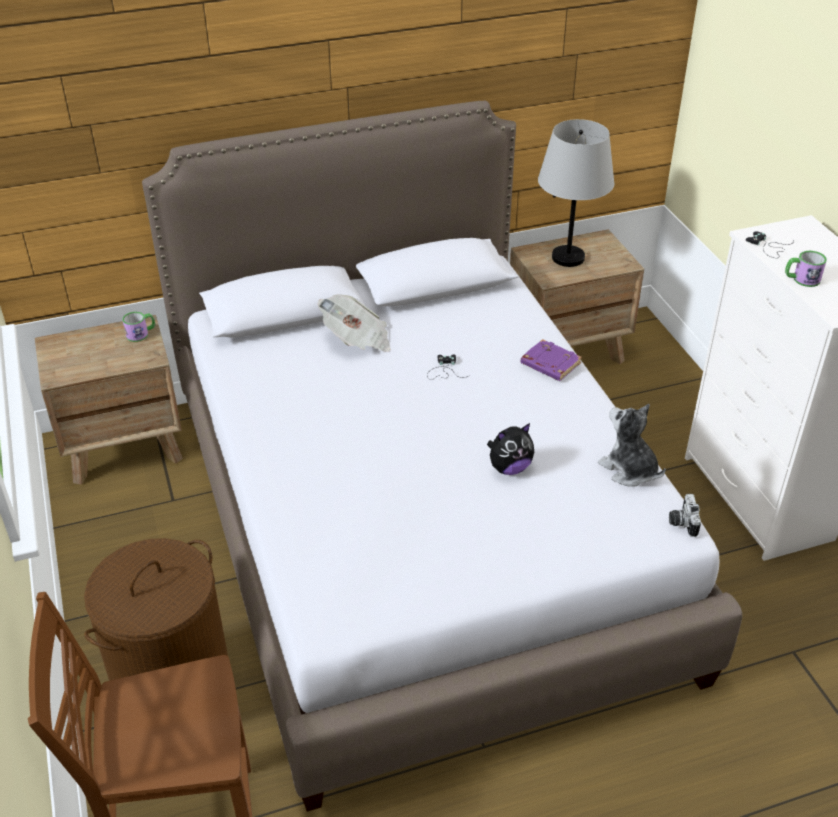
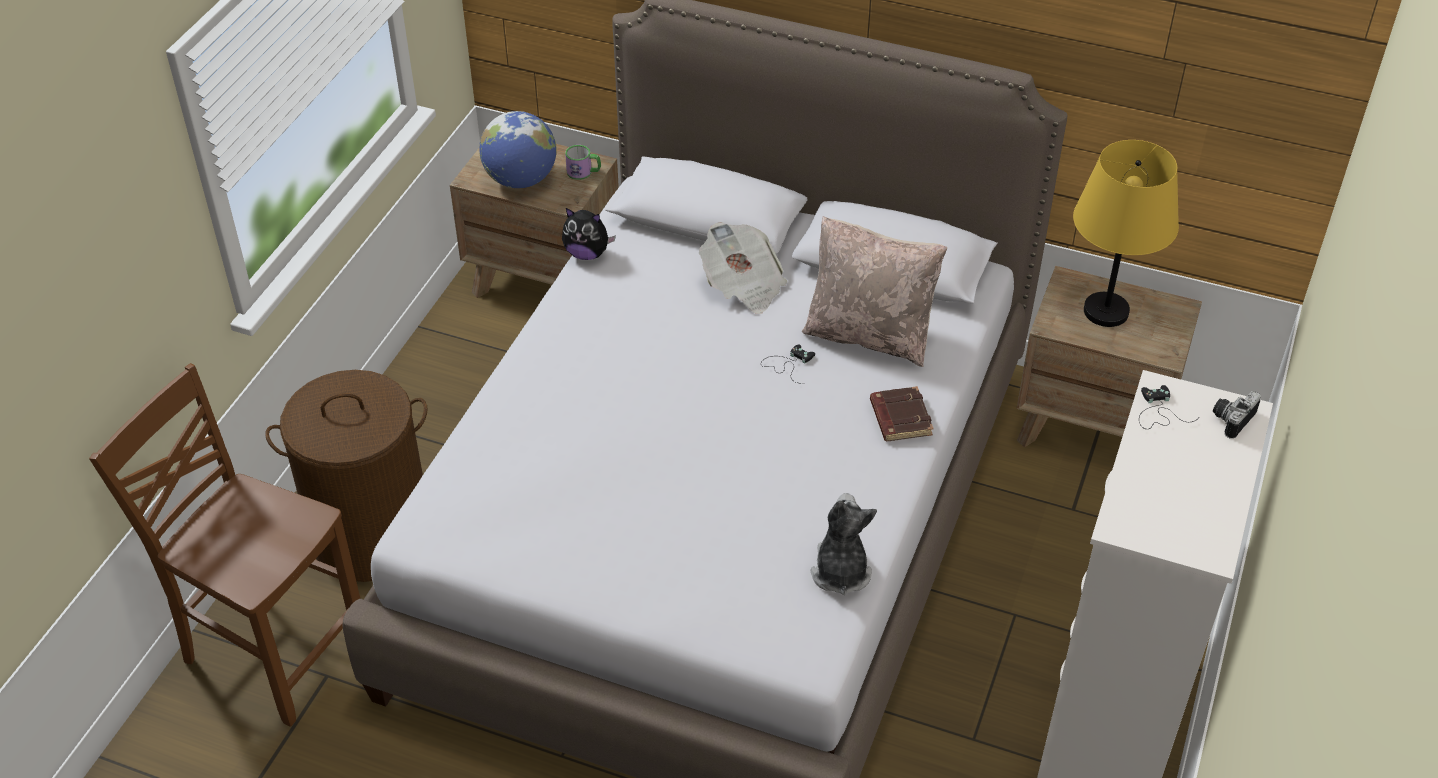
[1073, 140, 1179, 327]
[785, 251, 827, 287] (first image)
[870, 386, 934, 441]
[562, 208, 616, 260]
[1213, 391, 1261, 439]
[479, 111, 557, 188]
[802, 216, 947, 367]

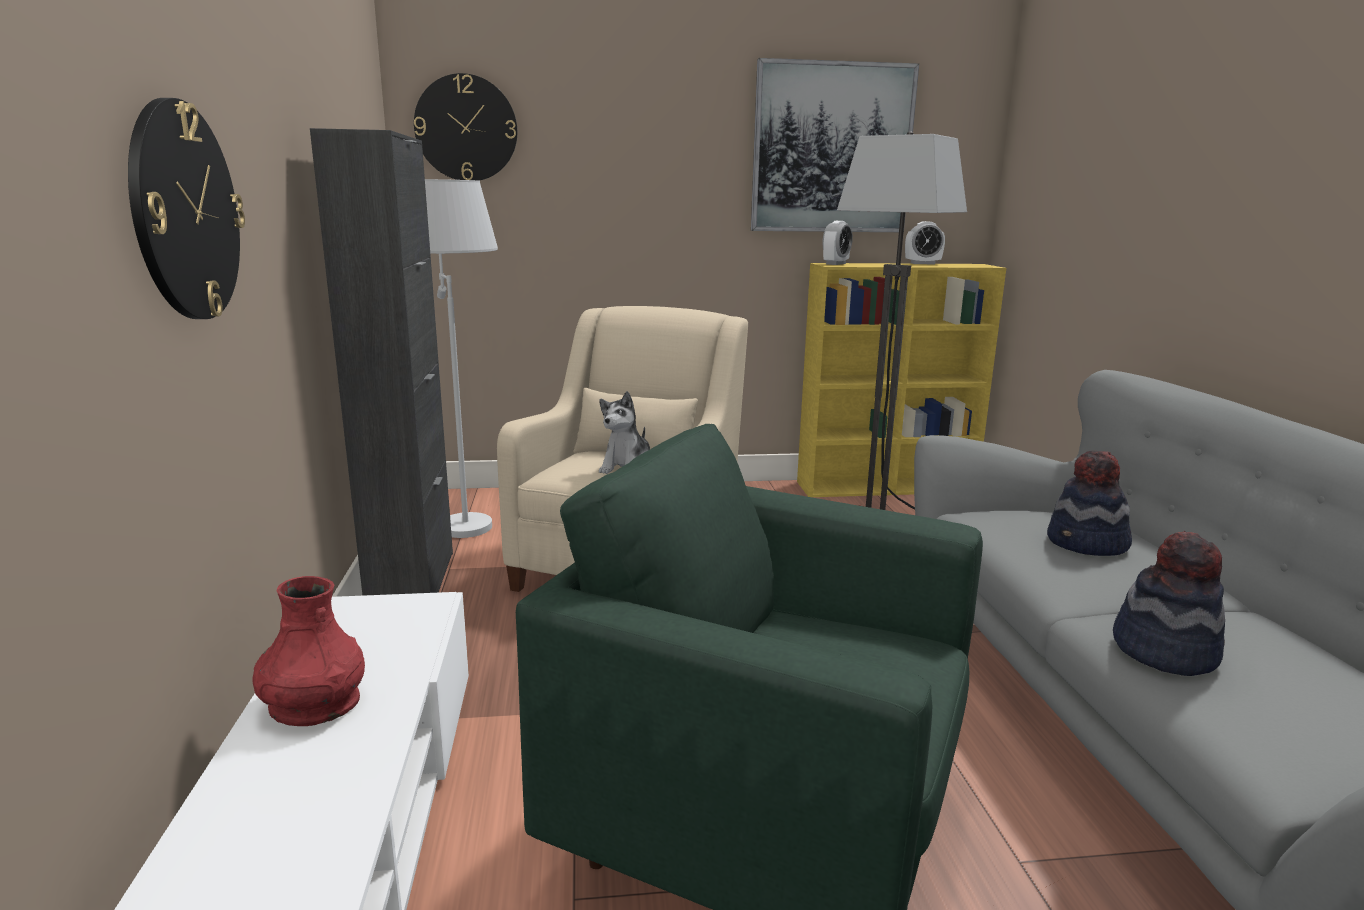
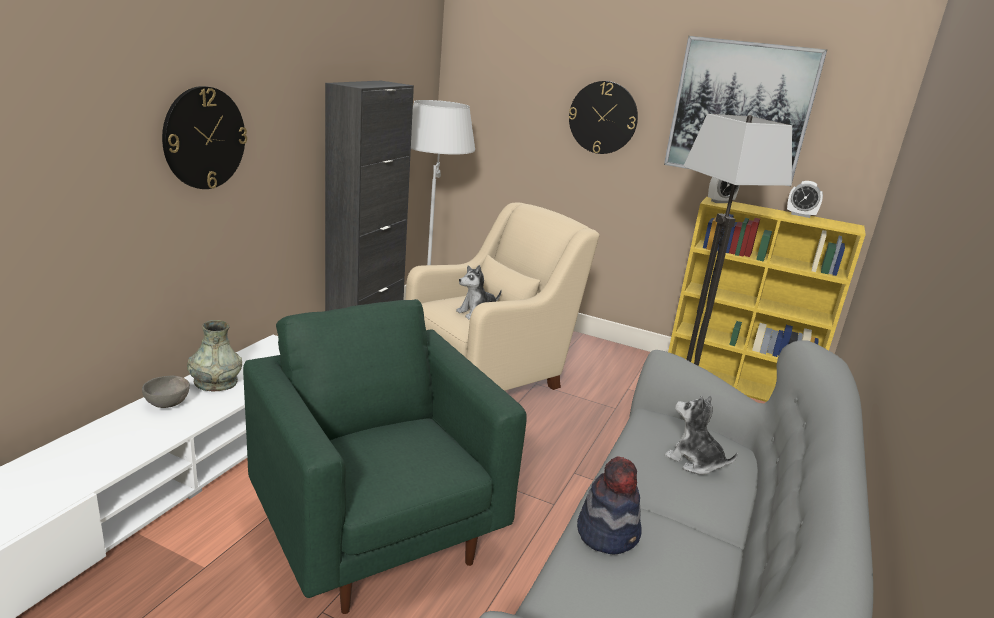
[569, 81, 638, 154]
[665, 396, 738, 475]
[187, 320, 242, 391]
[142, 376, 190, 408]

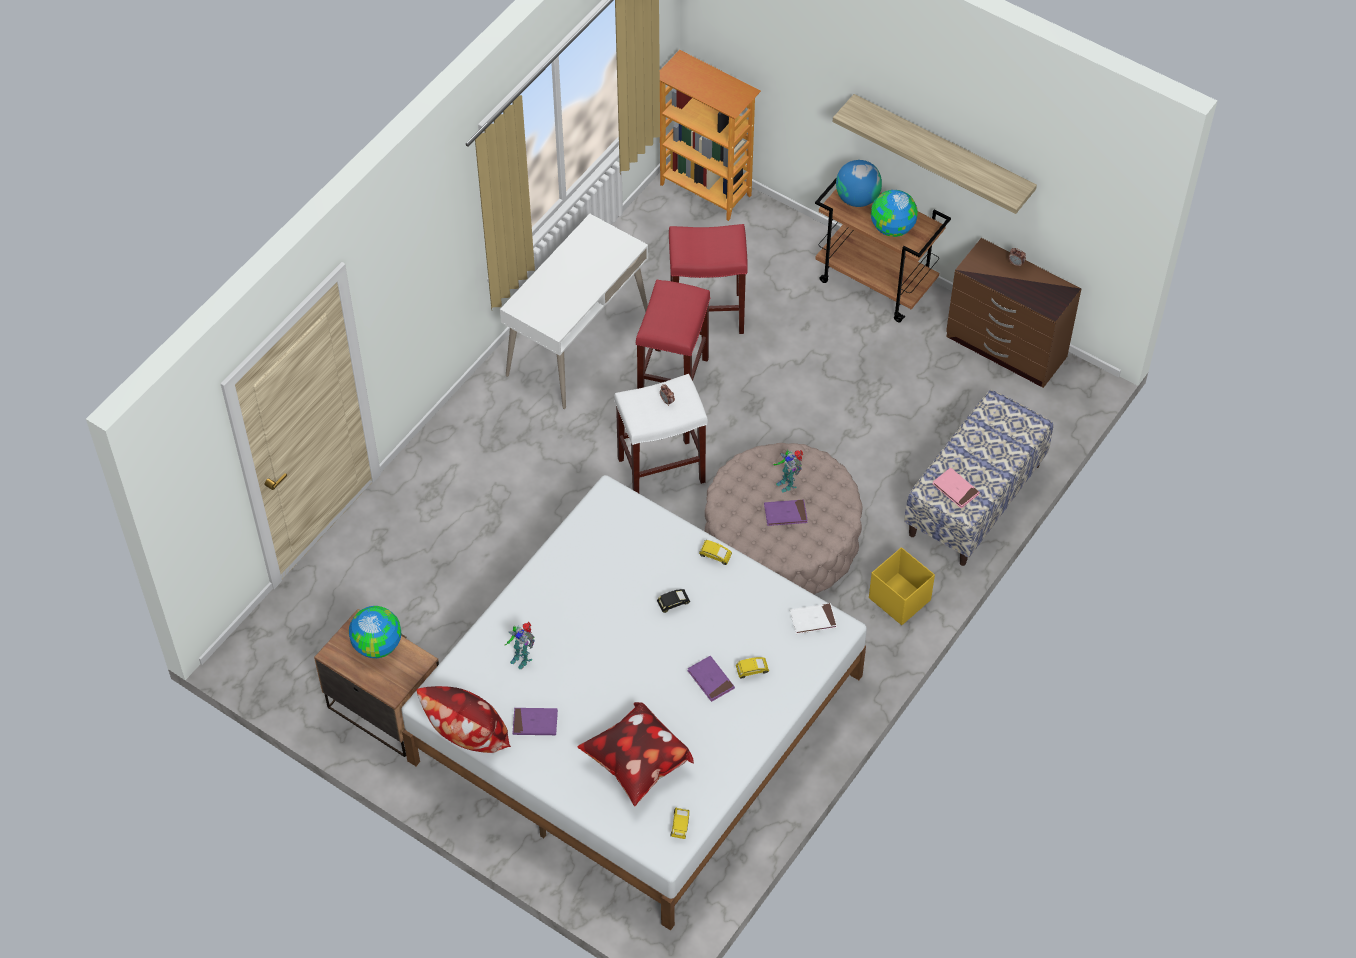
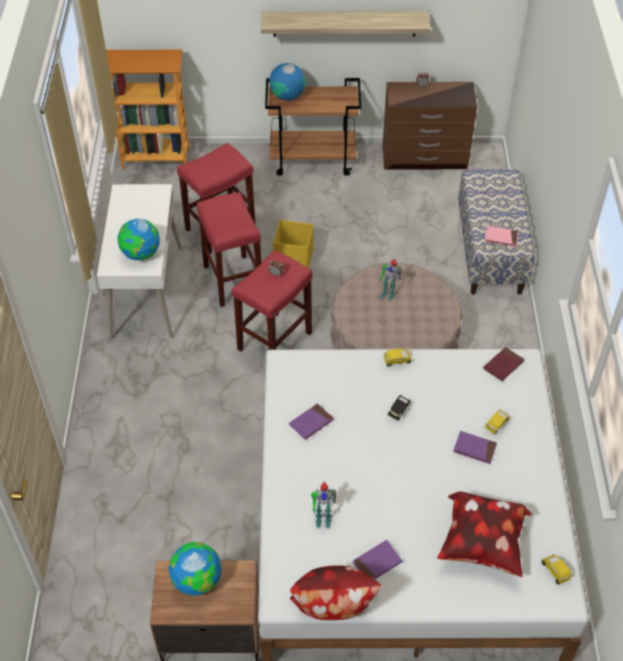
[117, 219, 160, 260]
[232, 250, 313, 351]
[289, 403, 334, 440]
[273, 220, 314, 268]
[483, 347, 524, 381]

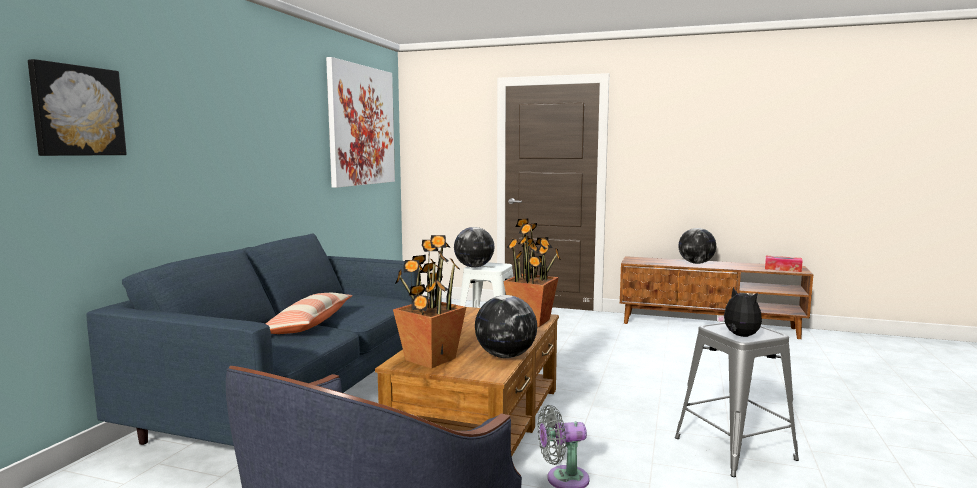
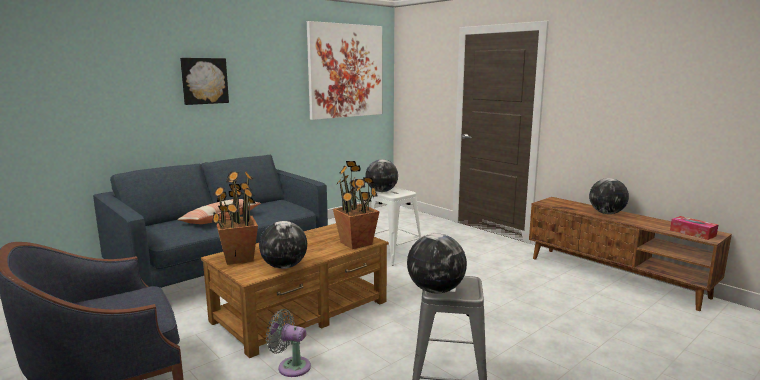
[180, 58, 229, 105]
[407, 233, 467, 294]

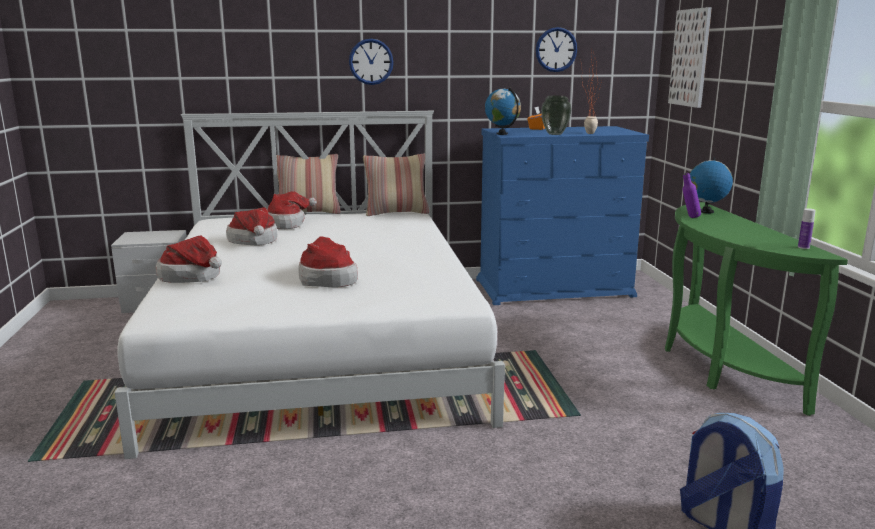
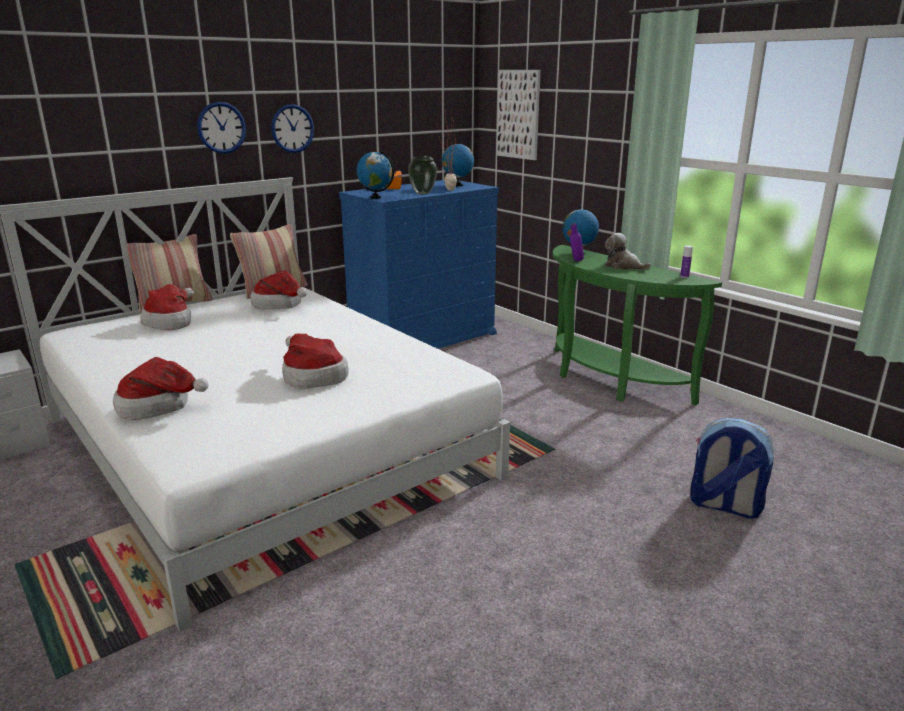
[271, 104, 314, 153]
[250, 271, 307, 310]
[442, 142, 474, 186]
[604, 233, 651, 270]

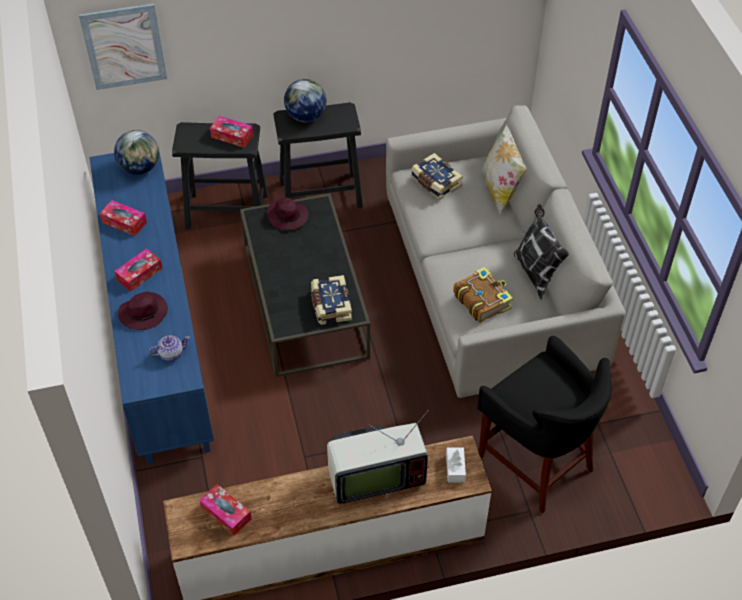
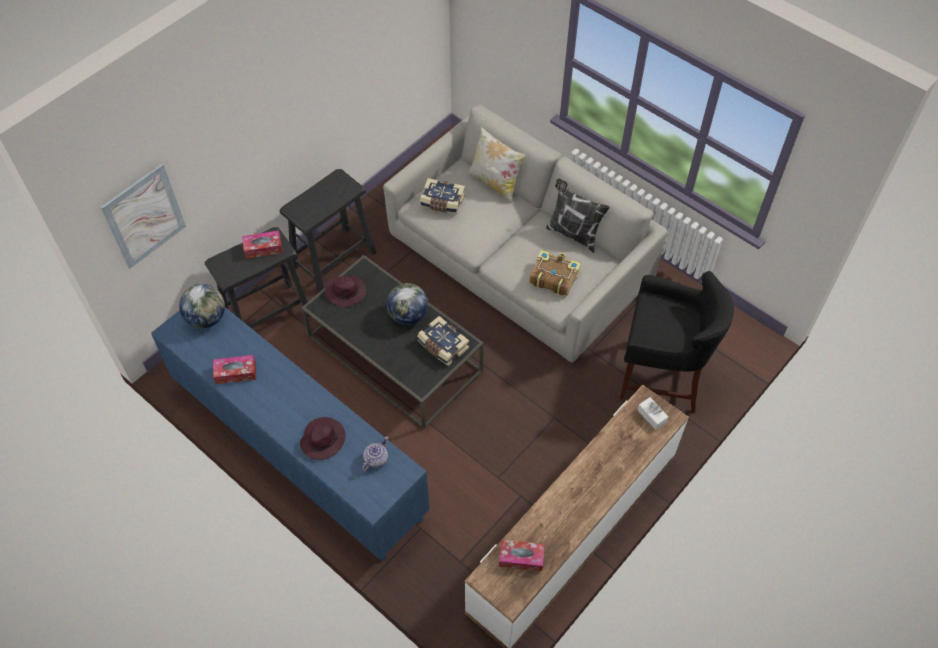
[387, 283, 428, 325]
[114, 248, 163, 292] (first image)
[327, 410, 429, 504] (first image)

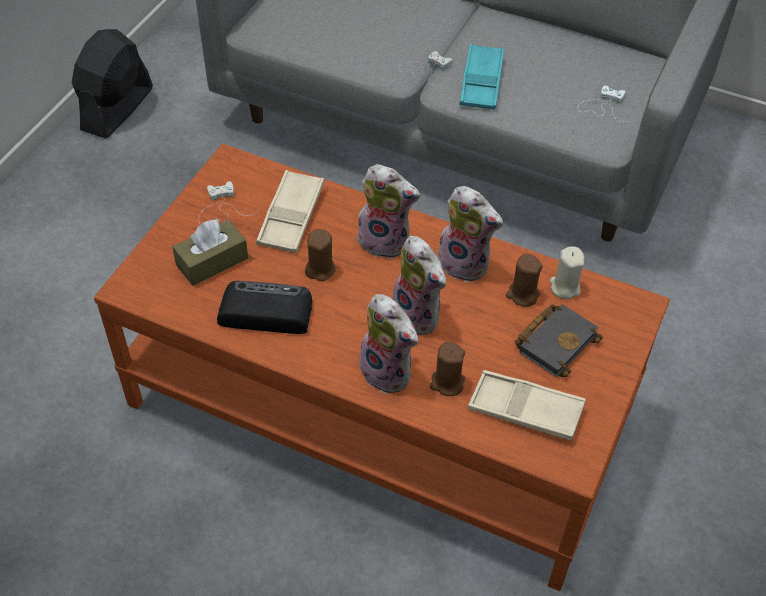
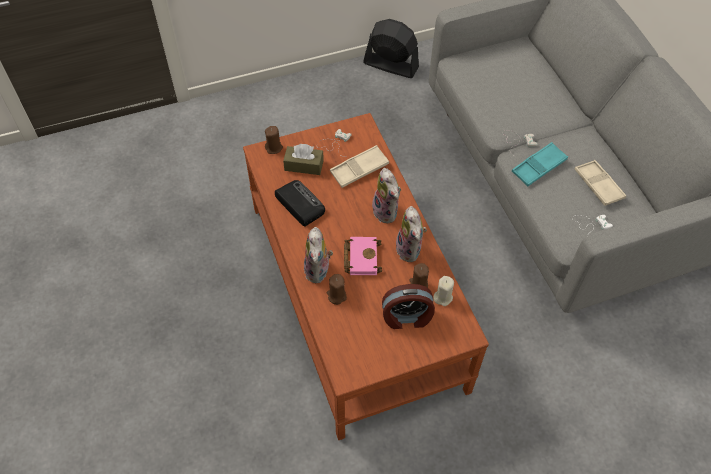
[363, 19, 419, 78]
[265, 126, 283, 154]
[344, 237, 382, 275]
[382, 284, 435, 329]
[575, 160, 626, 206]

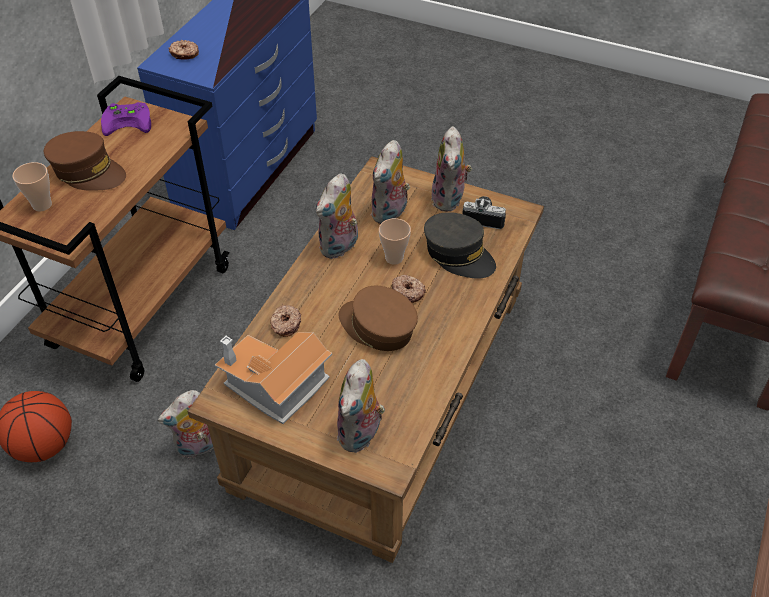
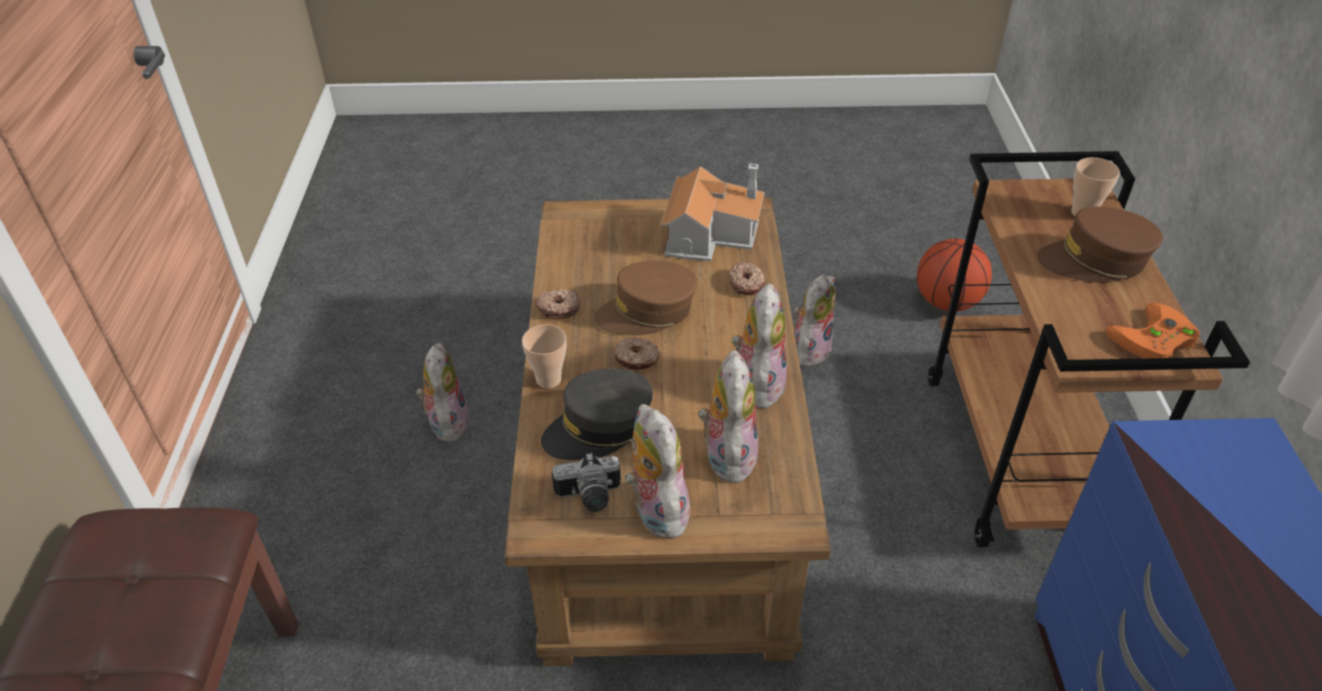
[536, 289, 580, 319]
[1106, 303, 1200, 358]
[541, 368, 653, 460]
[522, 324, 567, 388]
[594, 261, 697, 335]
[416, 343, 470, 442]

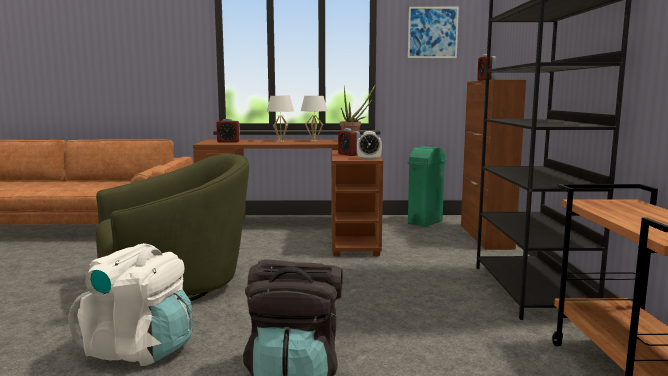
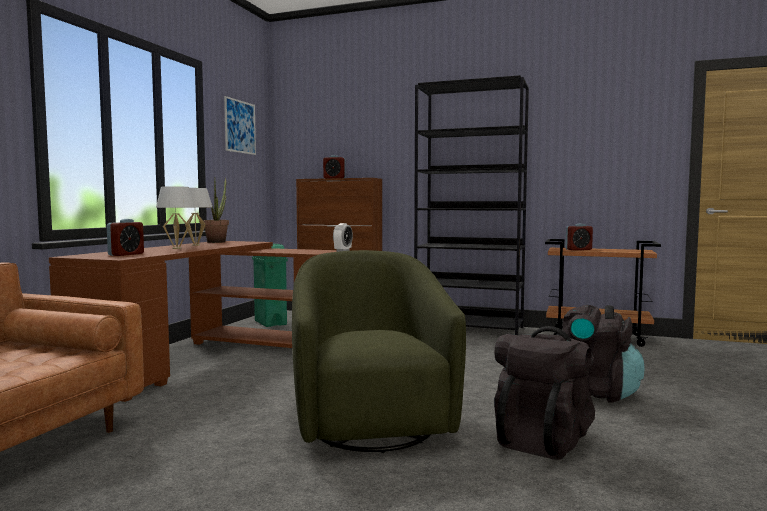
[565, 224, 593, 250]
[494, 326, 595, 460]

